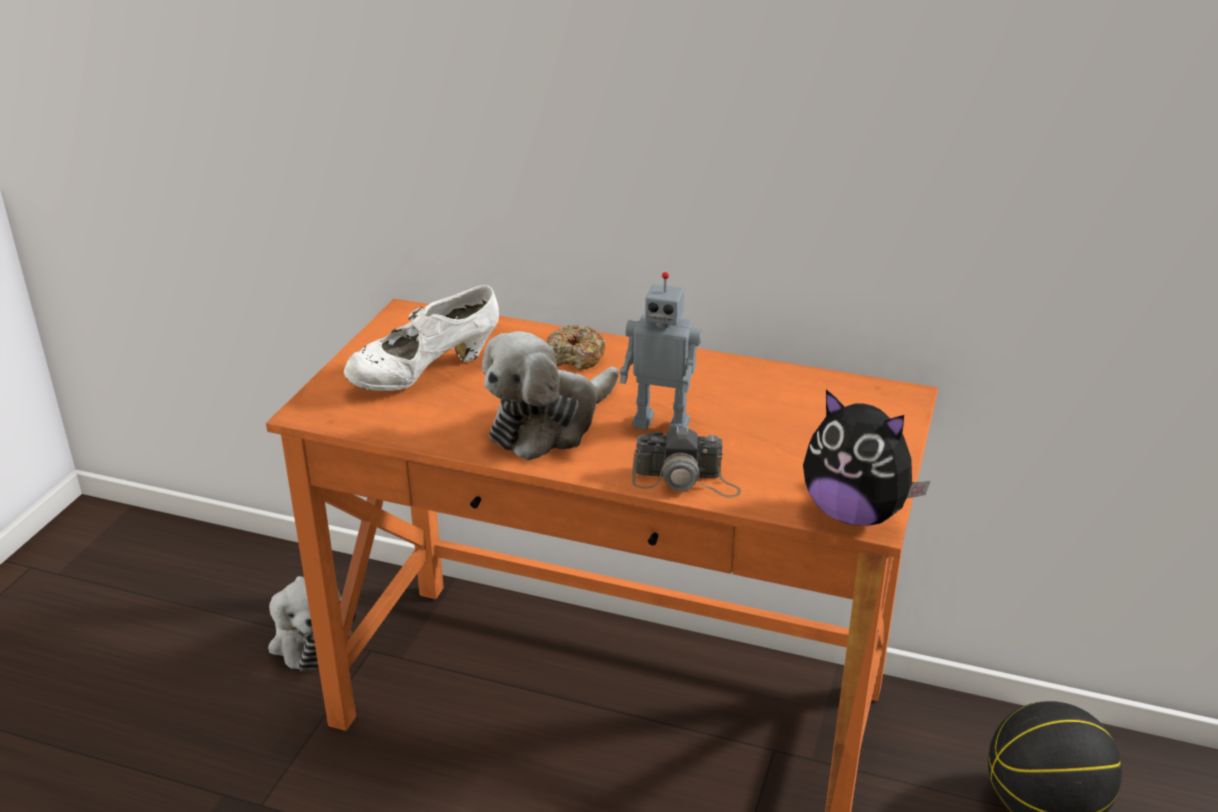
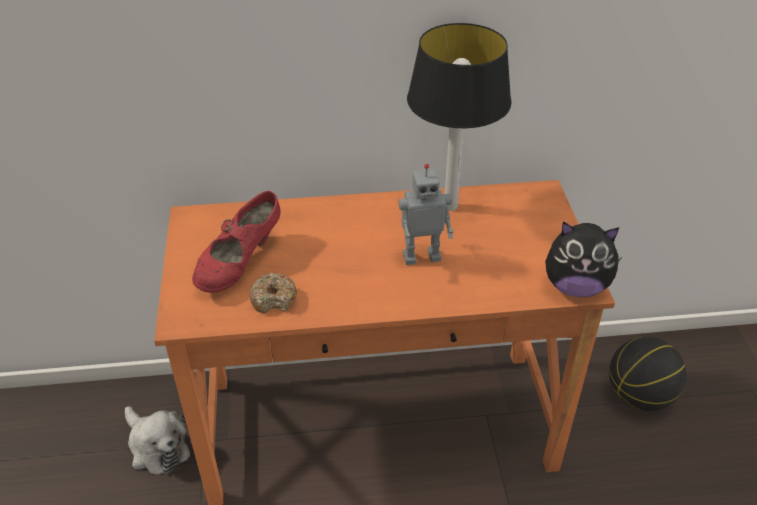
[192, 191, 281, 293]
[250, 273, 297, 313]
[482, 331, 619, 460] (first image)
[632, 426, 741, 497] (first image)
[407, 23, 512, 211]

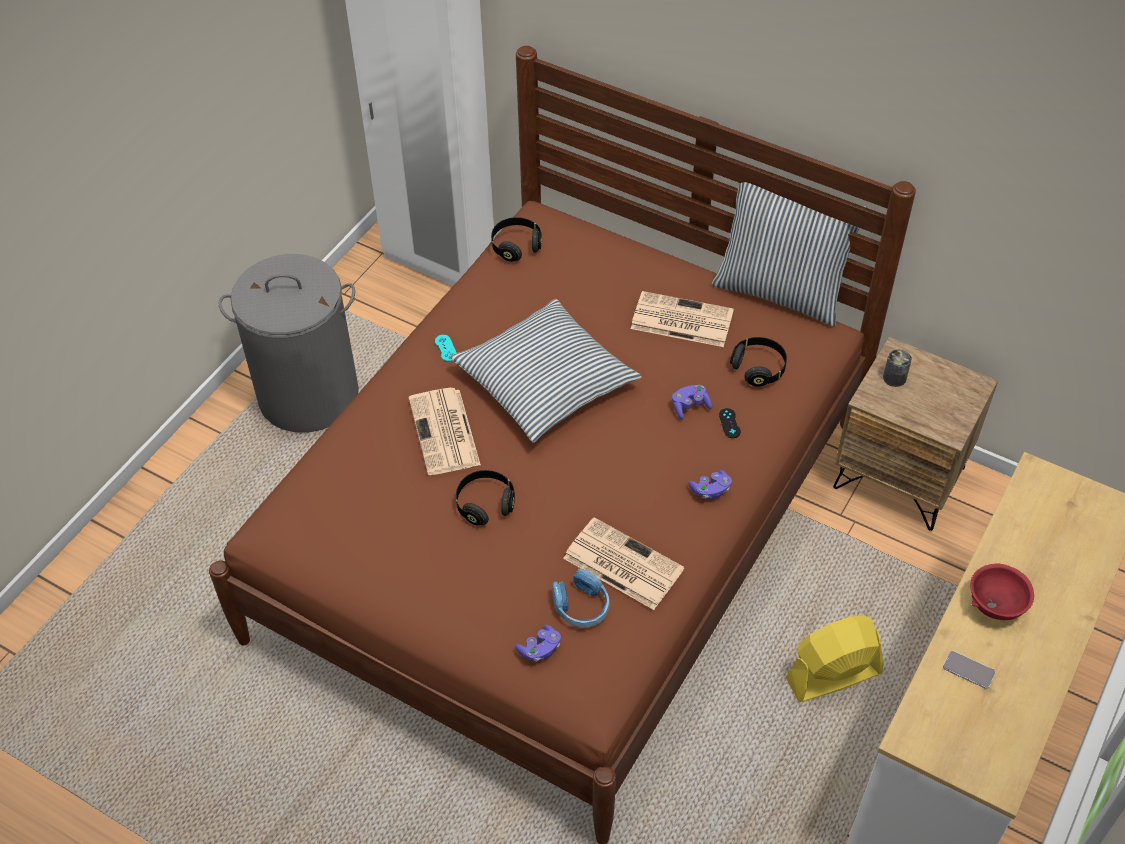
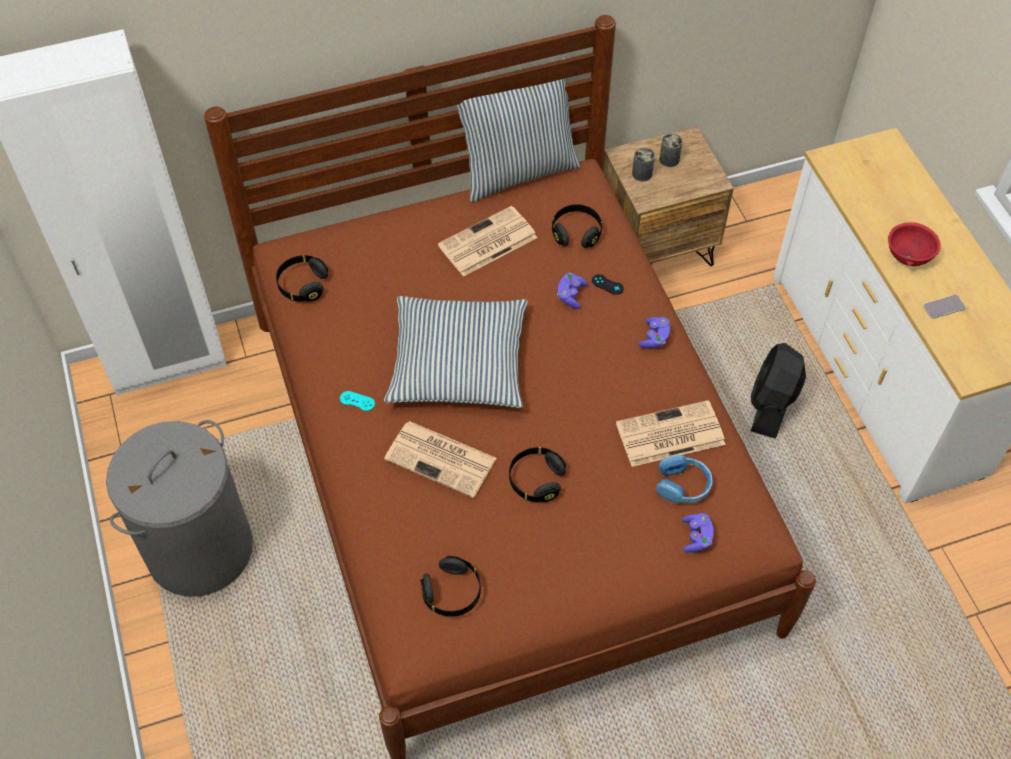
[751, 343, 806, 439]
[659, 134, 682, 167]
[420, 556, 481, 617]

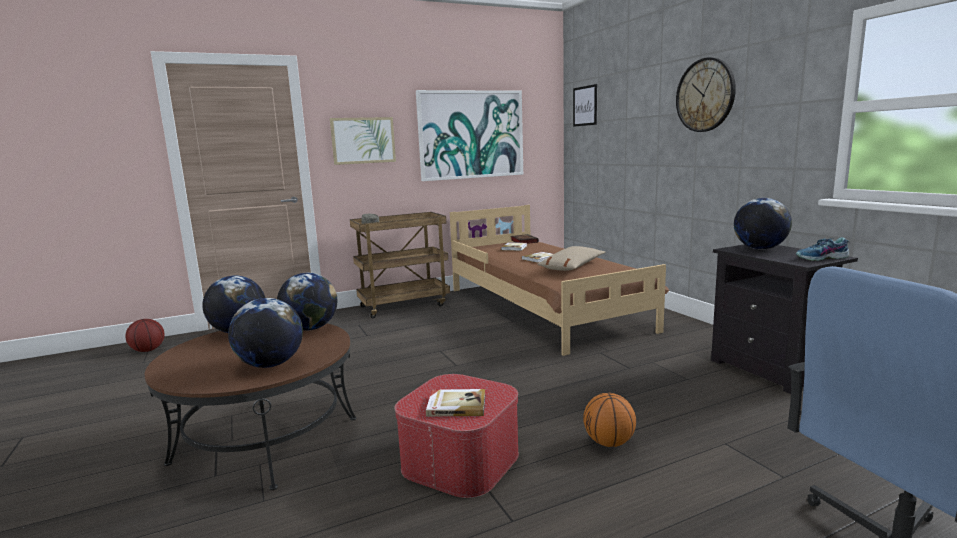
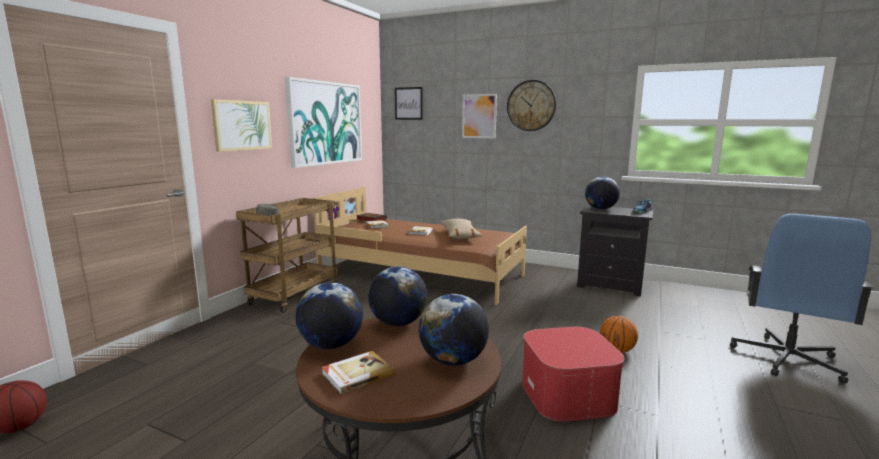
[321, 351, 395, 394]
[462, 94, 497, 138]

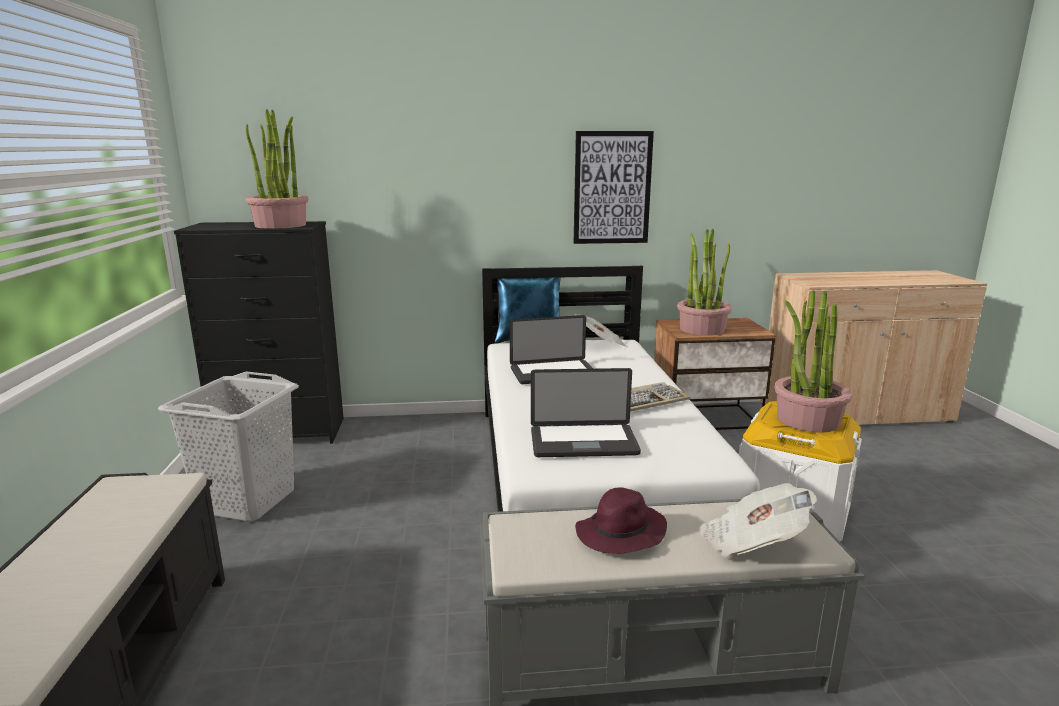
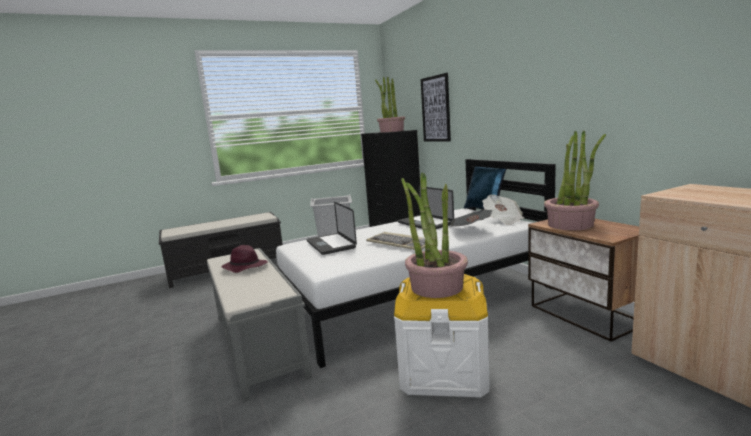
[421, 73, 451, 141]
[450, 209, 492, 227]

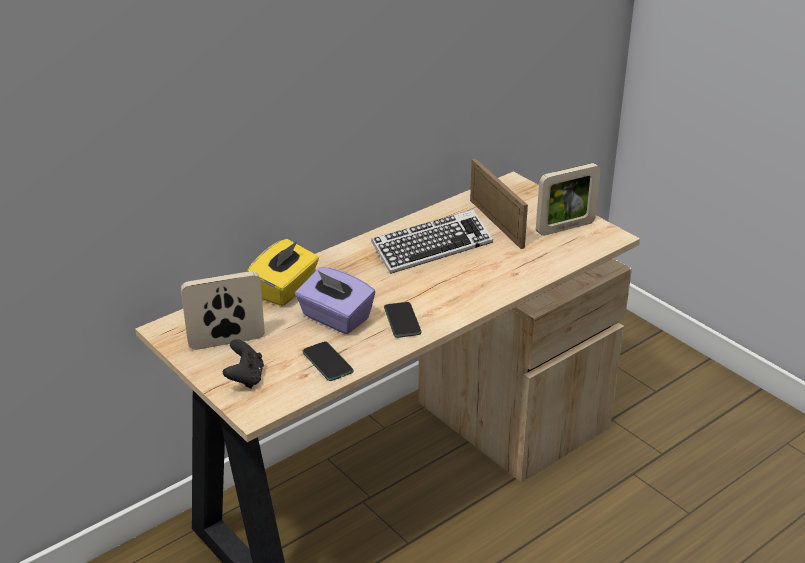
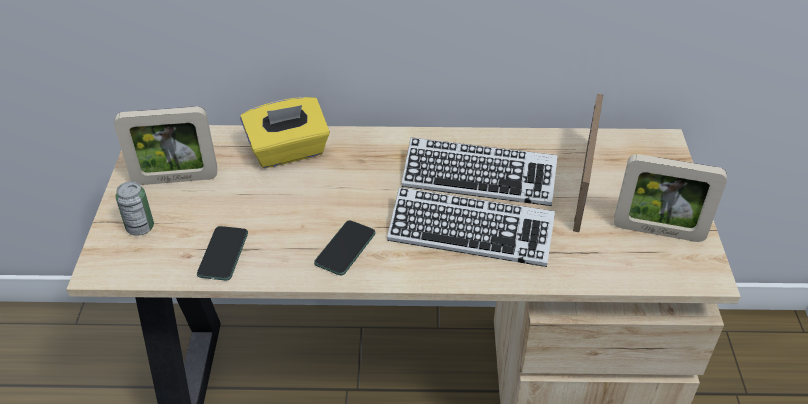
[295, 267, 375, 334] (first image)
[114, 106, 217, 185]
[116, 181, 154, 236]
[387, 187, 555, 267]

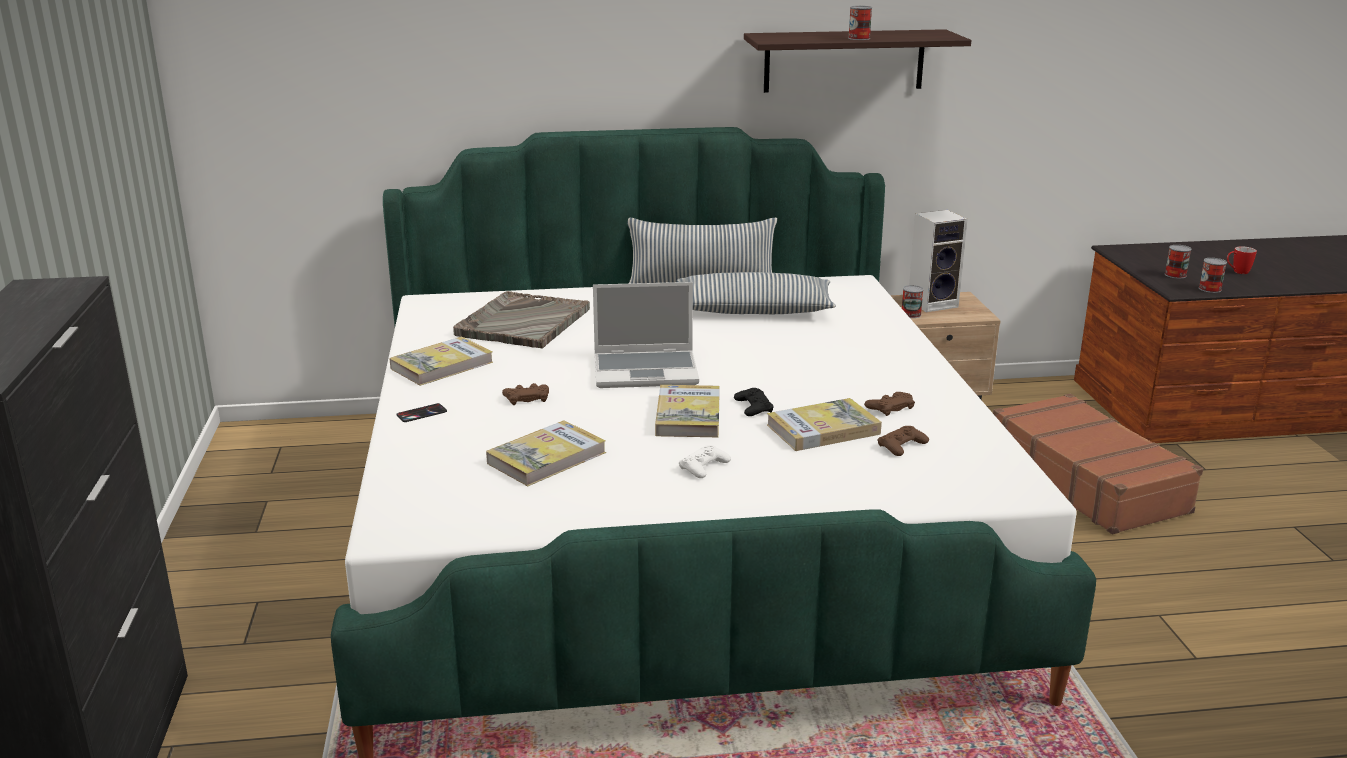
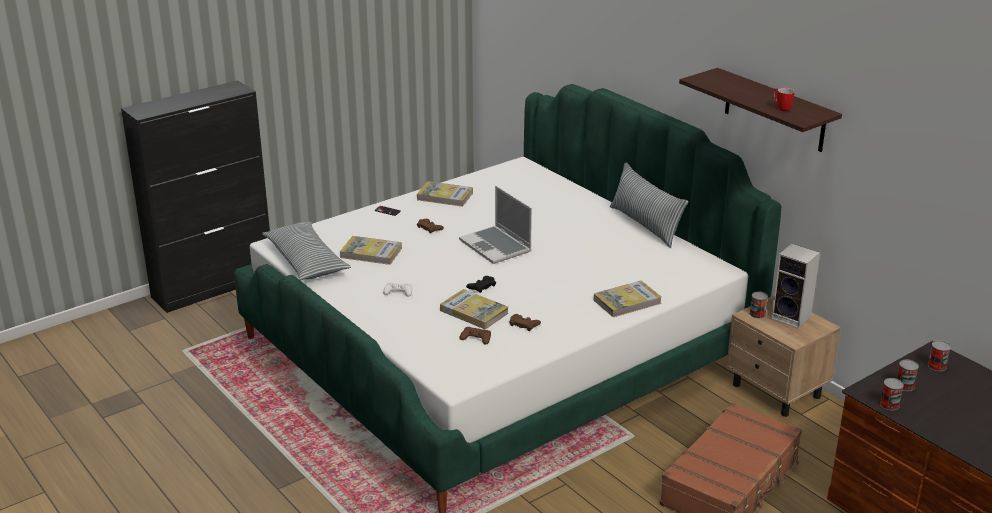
[928, 340, 951, 371]
[773, 88, 795, 111]
[262, 222, 351, 280]
[453, 291, 590, 349] (first image)
[594, 281, 661, 317]

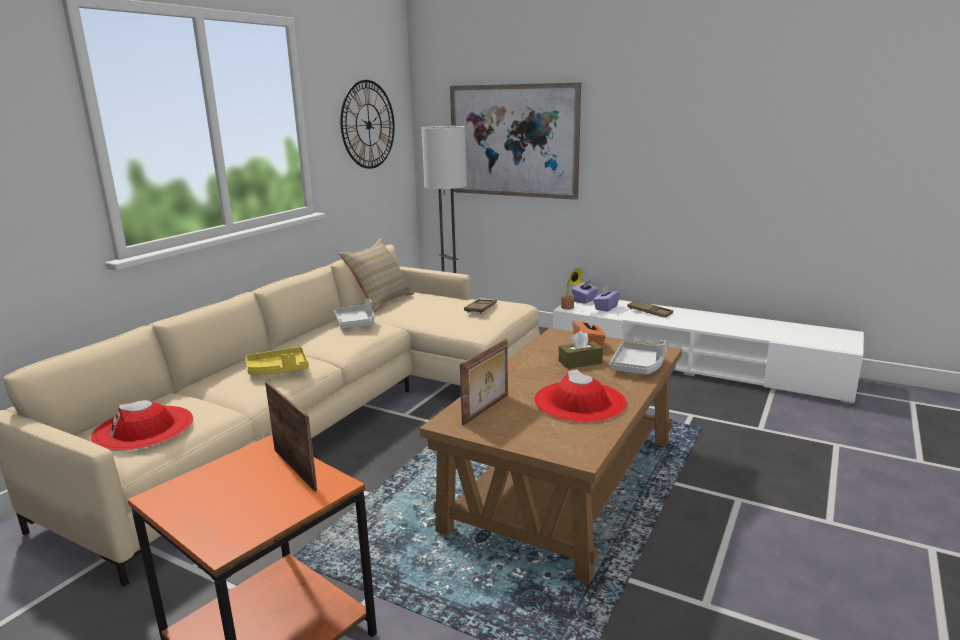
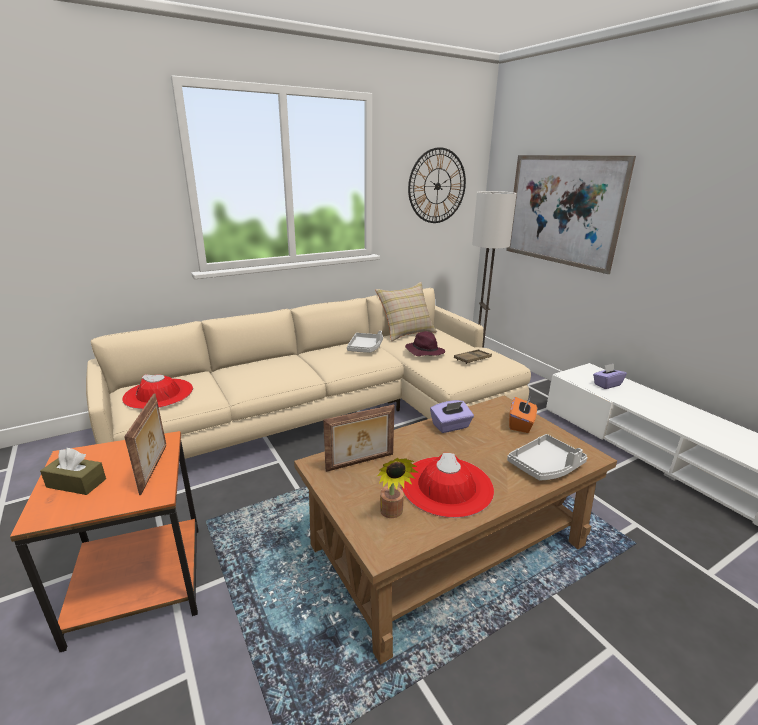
[377, 458, 418, 518]
[430, 400, 474, 433]
[627, 300, 673, 318] (first image)
[40, 448, 106, 495]
[245, 347, 309, 375] (first image)
[405, 331, 445, 356]

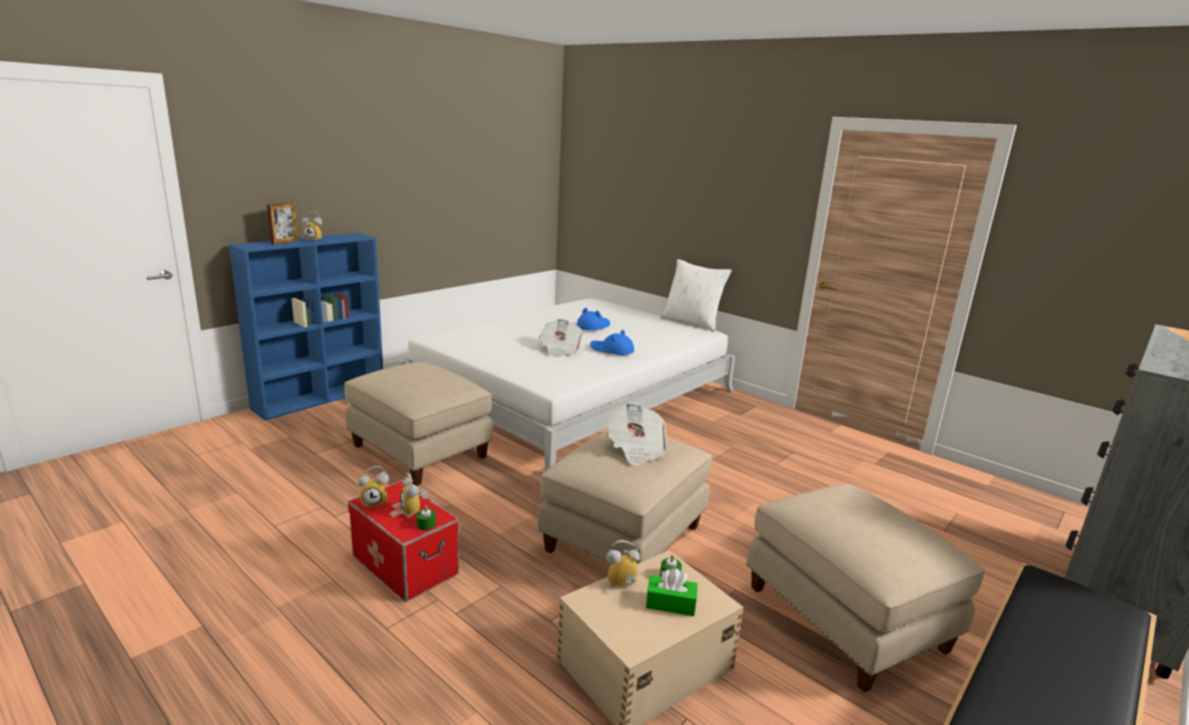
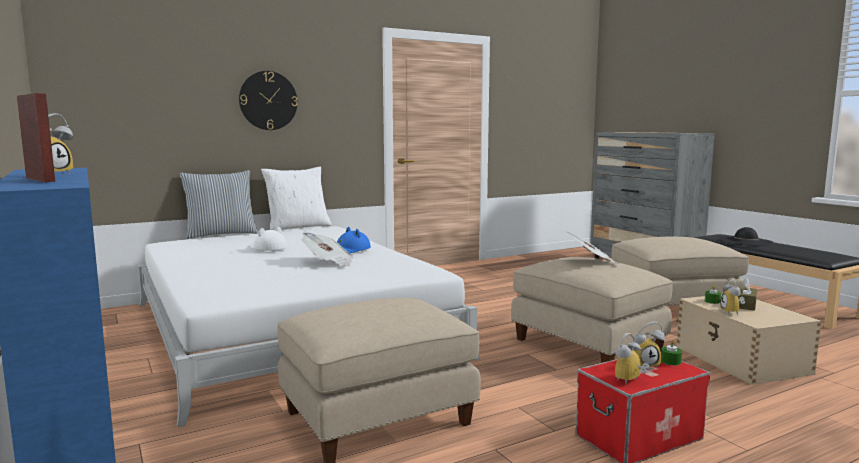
[250, 226, 288, 251]
[615, 333, 649, 385]
[738, 278, 757, 311]
[239, 71, 298, 130]
[180, 170, 258, 239]
[719, 227, 774, 246]

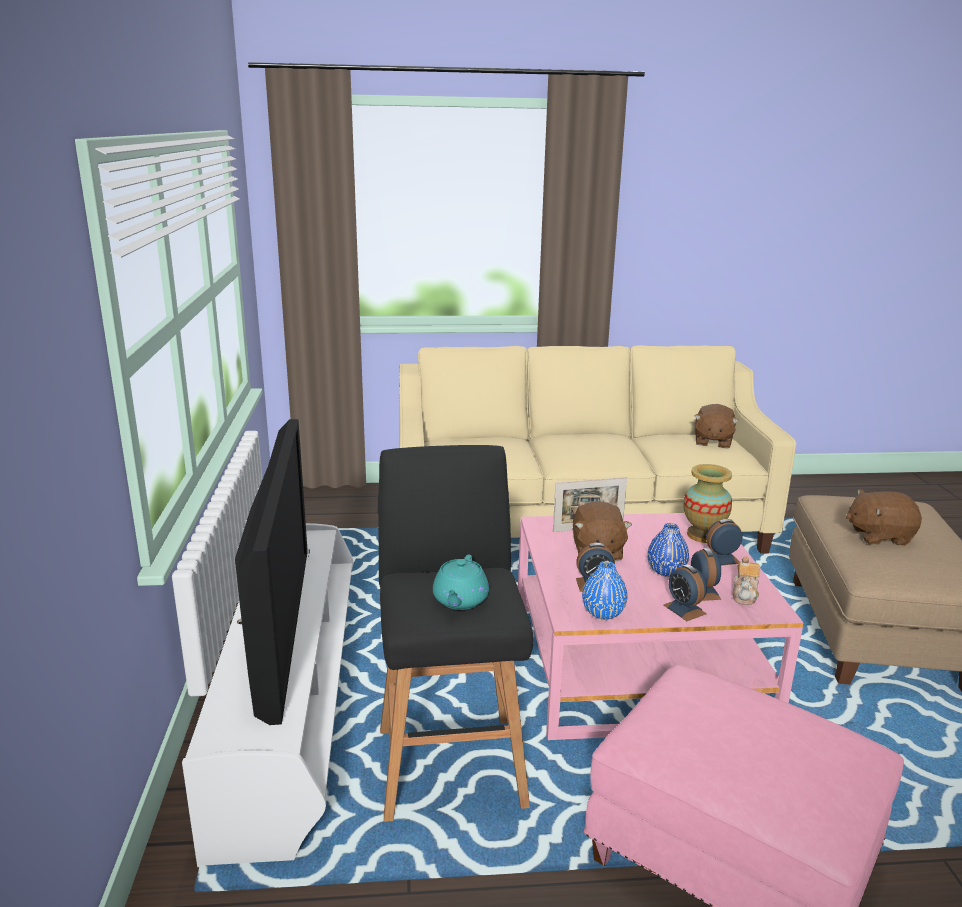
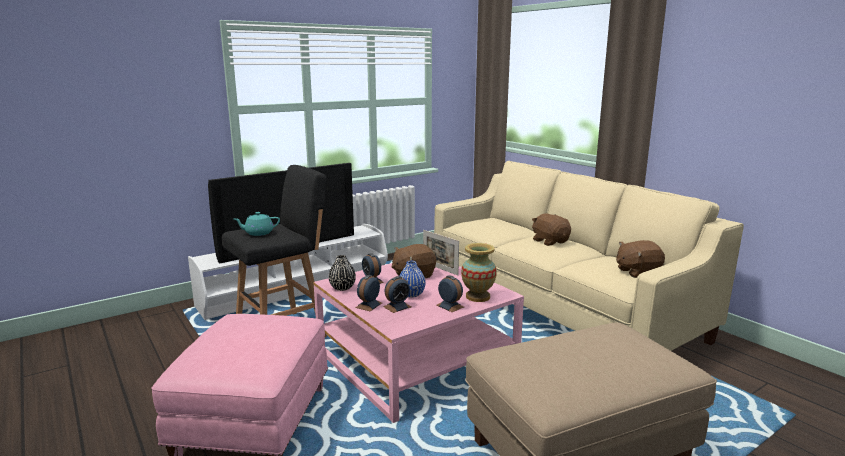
[532, 213, 571, 246]
[733, 556, 760, 605] (first image)
[329, 255, 356, 291]

